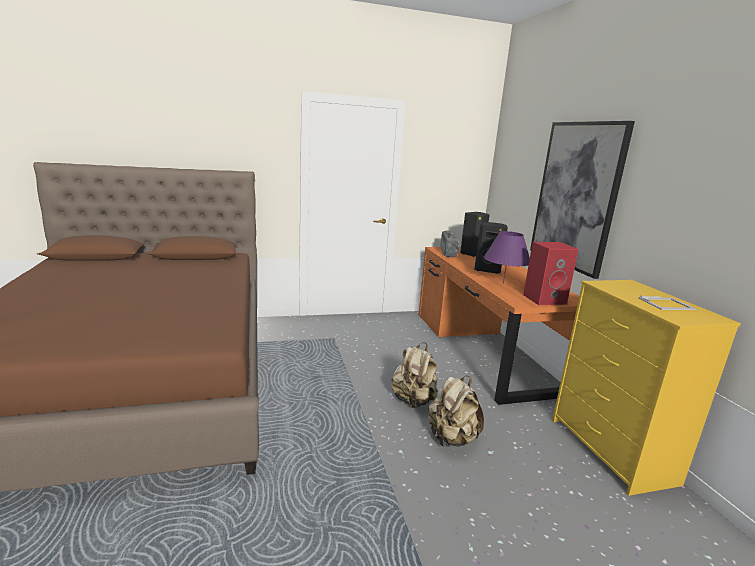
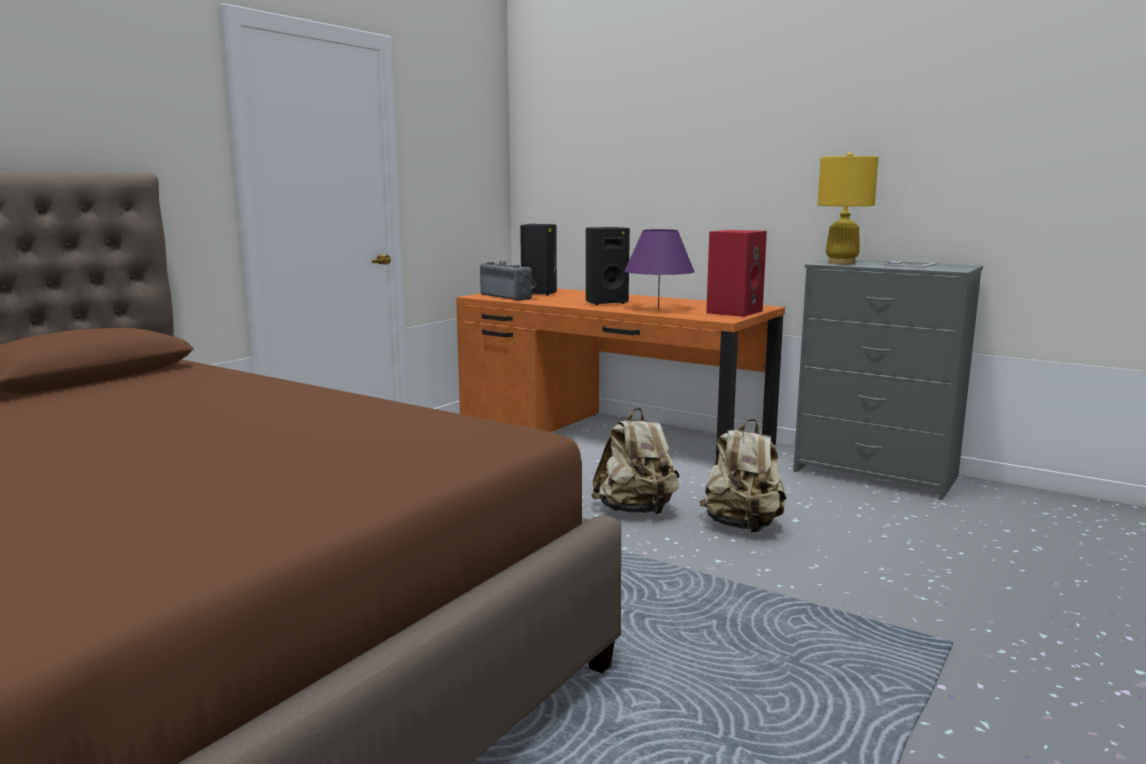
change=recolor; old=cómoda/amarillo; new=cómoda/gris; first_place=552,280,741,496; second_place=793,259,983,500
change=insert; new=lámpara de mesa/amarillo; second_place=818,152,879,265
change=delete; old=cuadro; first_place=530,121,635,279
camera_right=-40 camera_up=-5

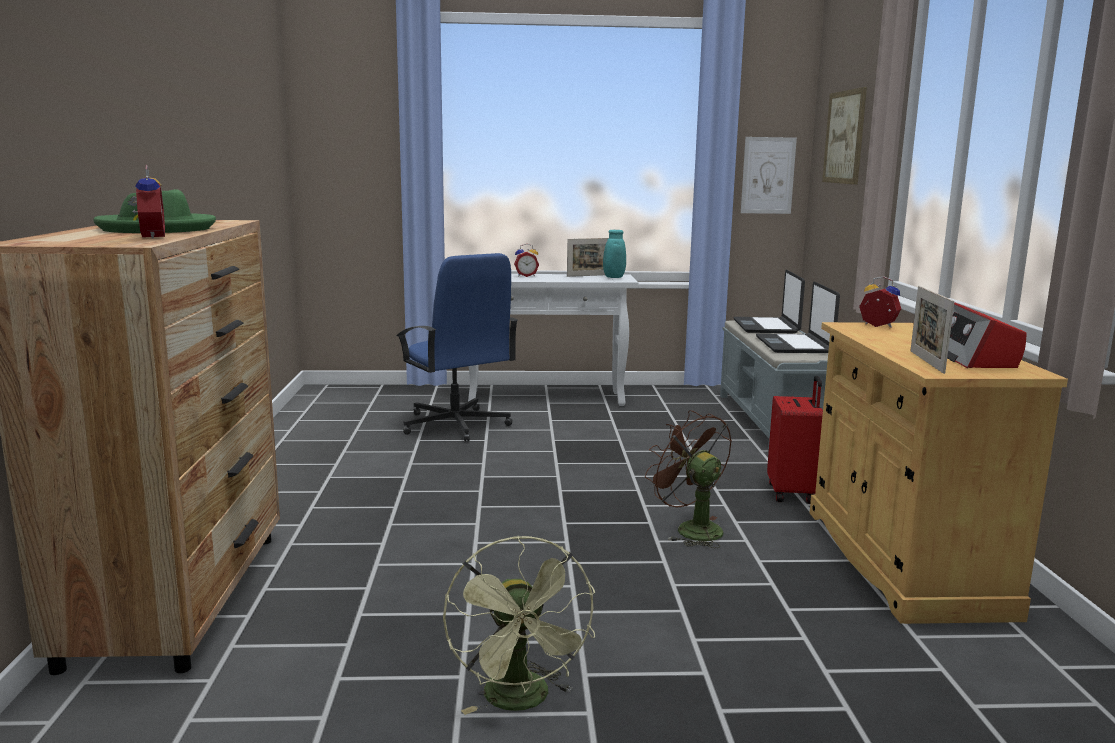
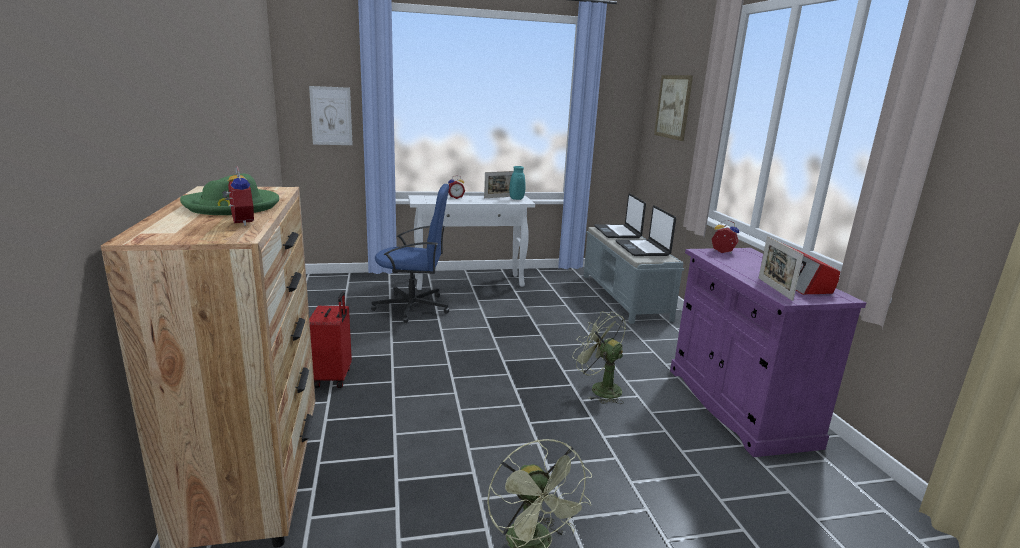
change=move; old=cuadro; first_place=741,137,797,214; second_place=309,86,353,145
change=move; old=maleta/rojo; first_place=767,376,823,504; second_place=309,292,352,388
change=rotate; old=silla de oficina/azul; first_place=396,253,518,442; second_place=371,184,449,323; degrees=-45
change=recolor; old=ventilador/marrón; new=ventilador/verde; first_place=645,410,732,548; second_place=572,311,626,404
change=recolor; old=armario/beis; new=armario/morado; first_place=810,322,1068,624; second_place=670,248,866,457
camera_right=-10 camera_up=5

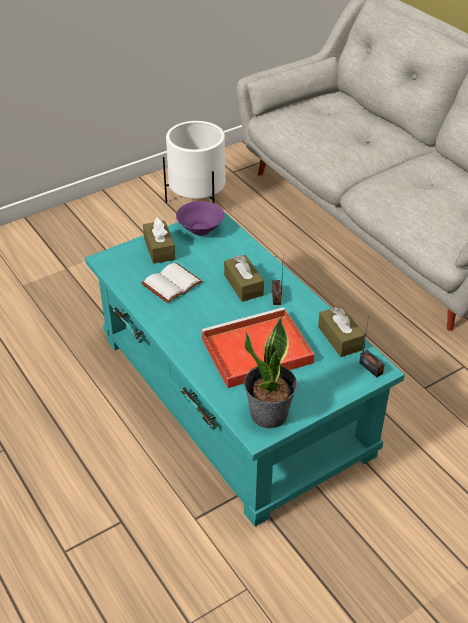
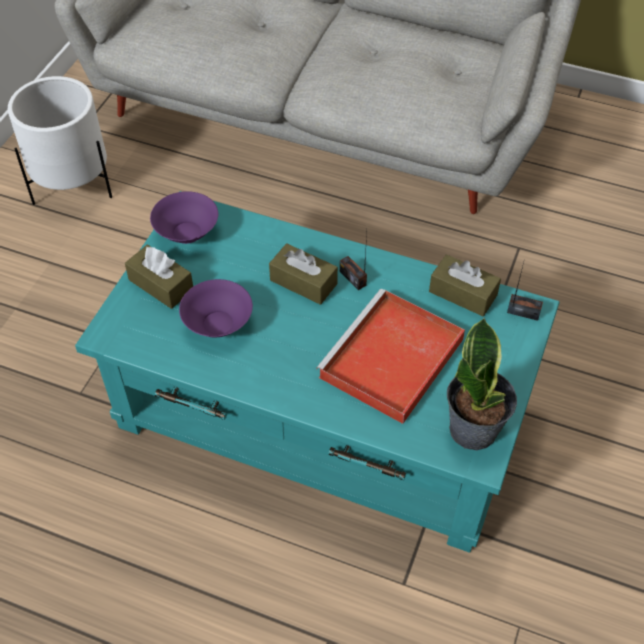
change=replace; old=libro/blanco; new=cuenco/morado; first_place=141,263,203,303; second_place=179,279,253,337
camera_right=-35 camera_up=10

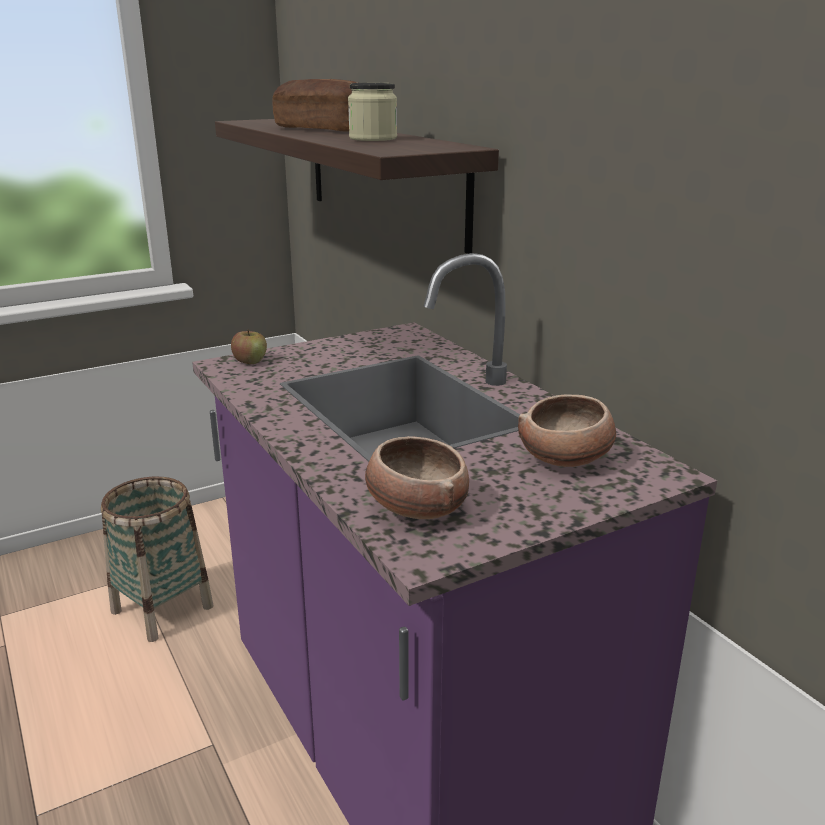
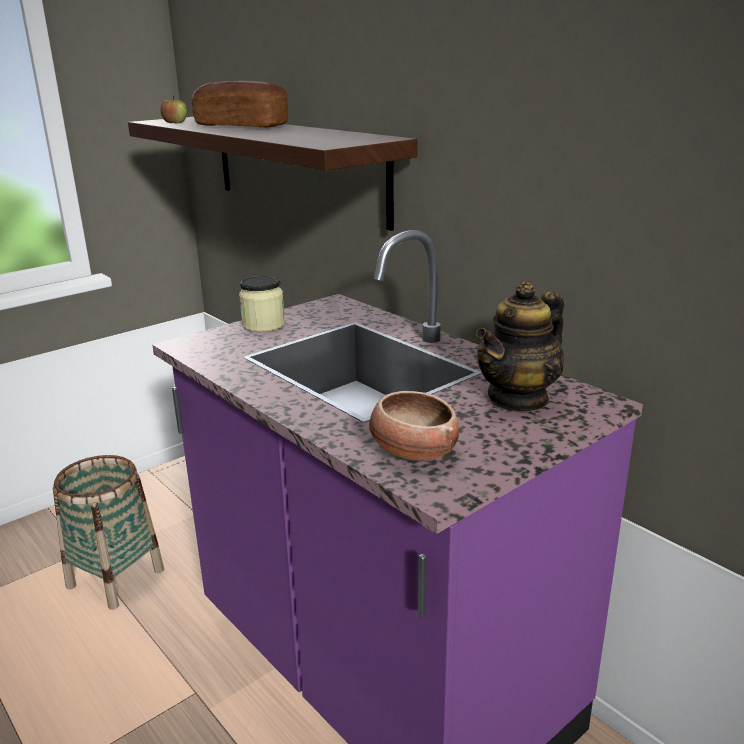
change=move; old=manzana; first_place=231,329,267,364; second_place=160,96,188,123
change=move; old=tarro; first_place=348,83,397,141; second_place=239,276,285,332
change=replace; old=cuenco; new=tetera; first_place=518,394,616,467; second_place=476,281,564,413
camera_right=-10 camera_up=0

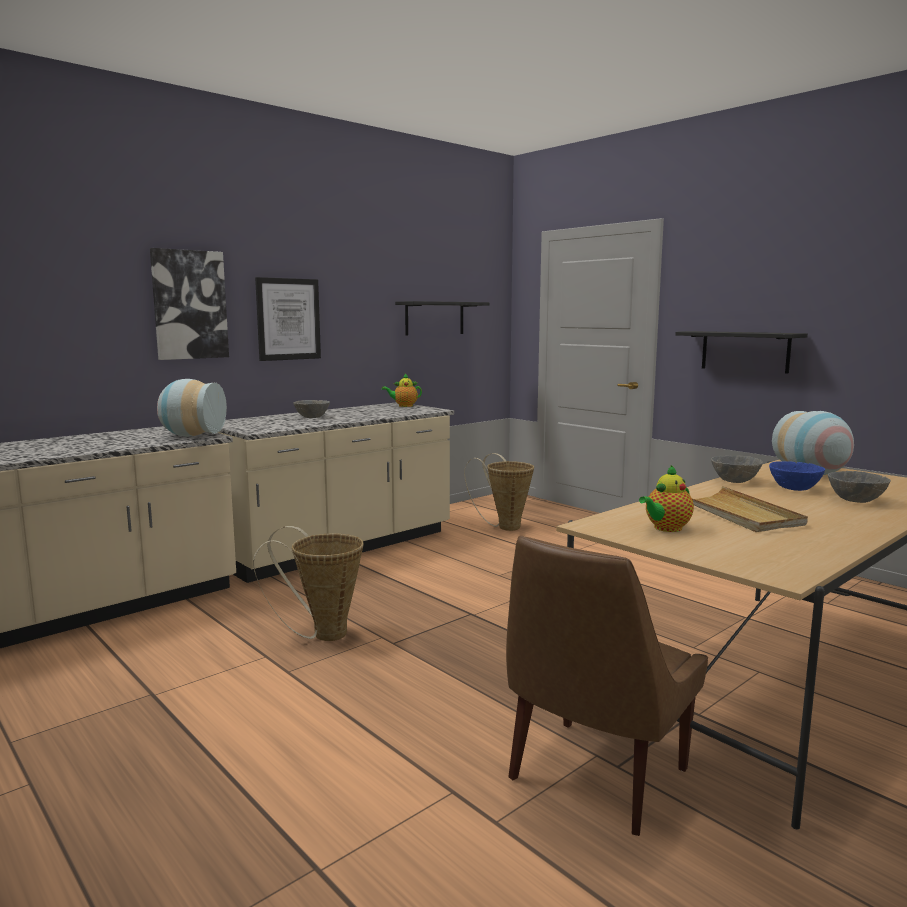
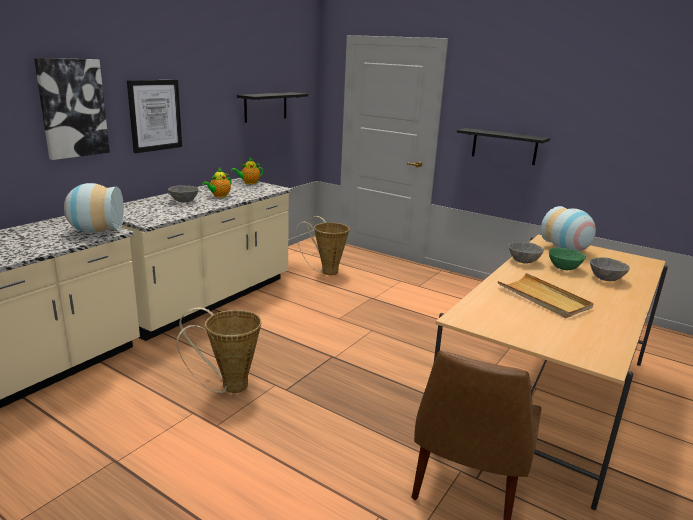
change=move; old=tetera; first_place=639,465,694,532; second_place=202,168,231,198
change=recolor; old=cuenco/azul; new=cuenco/verde; first_place=769,461,825,491; second_place=549,248,586,270
camera_right=-15 camera_up=10

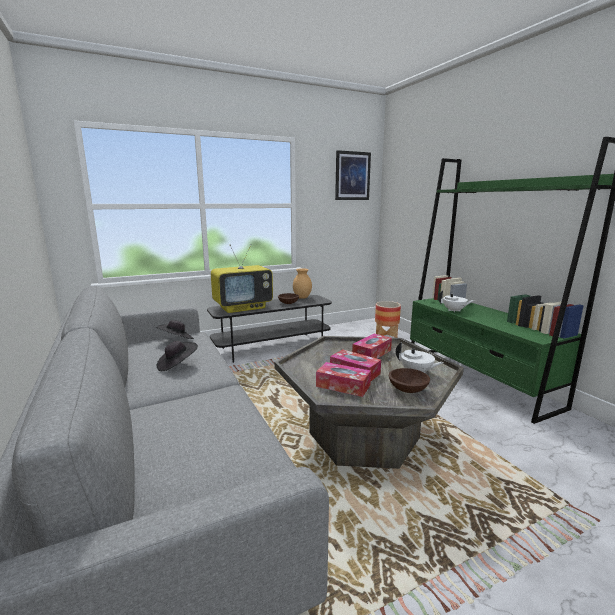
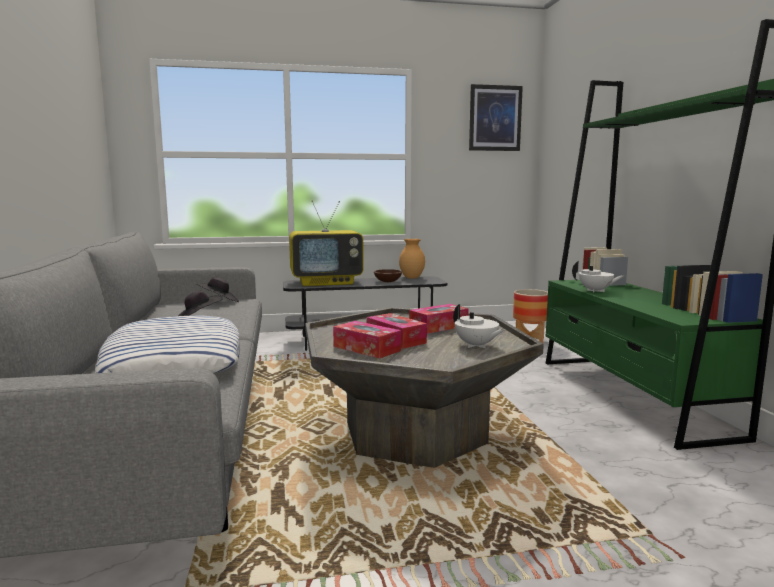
change=insert; new=cojín; second_place=94,316,240,374
change=delete; old=cuenco/marrón; first_place=389,368,430,393
camera_right=15 camera_up=-5

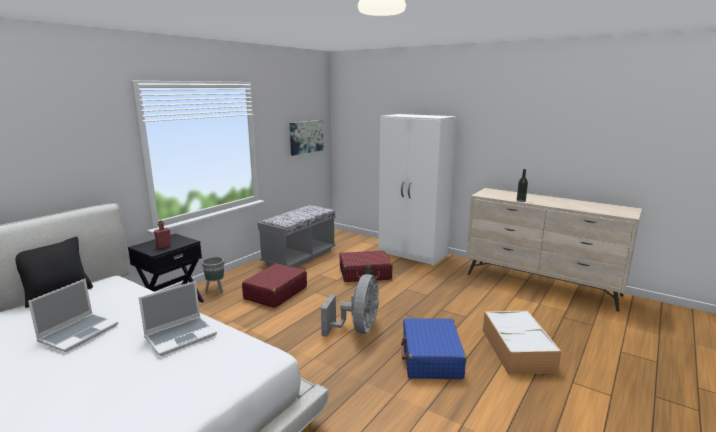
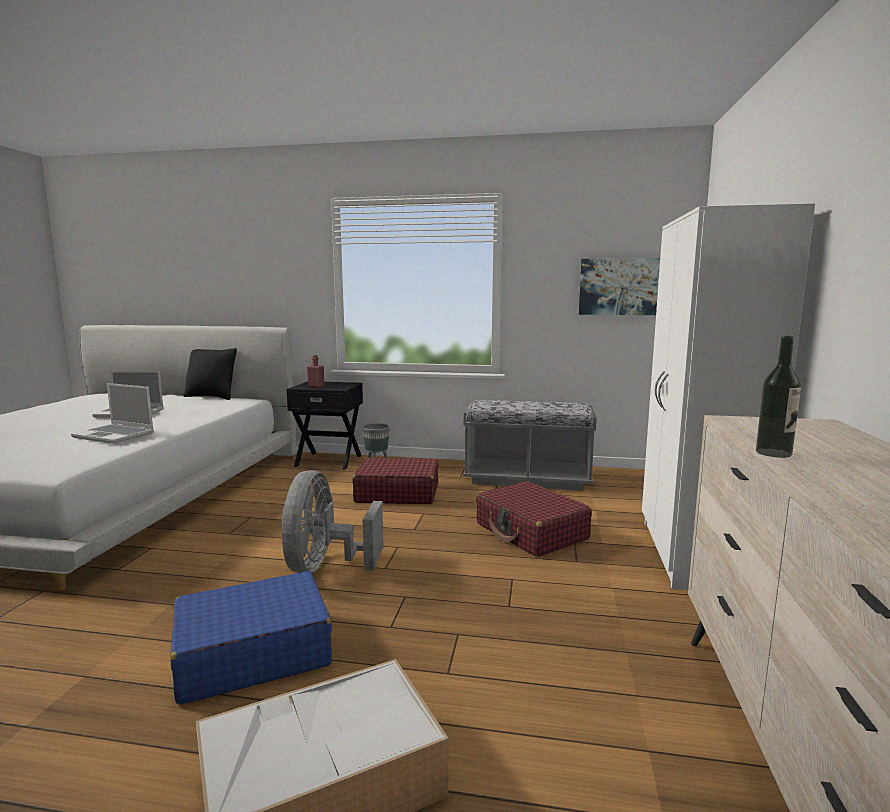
change=rotate; old=ventilador/gris; first_place=321,274,379,337; second_place=282,470,383,573; degrees=105
camera_right=65 camera_up=-5

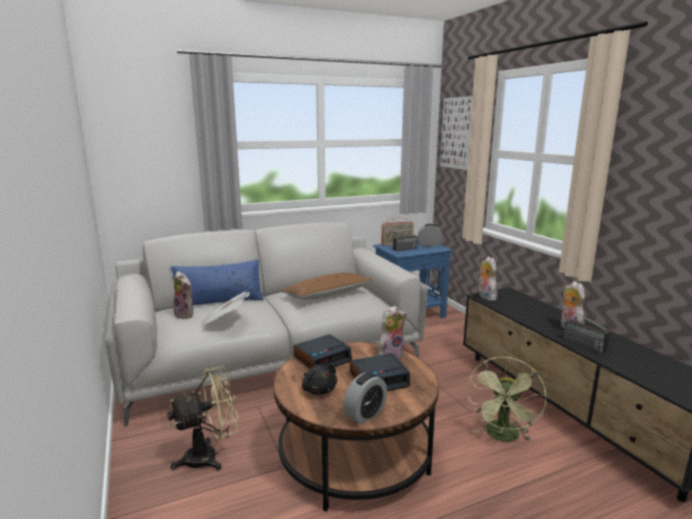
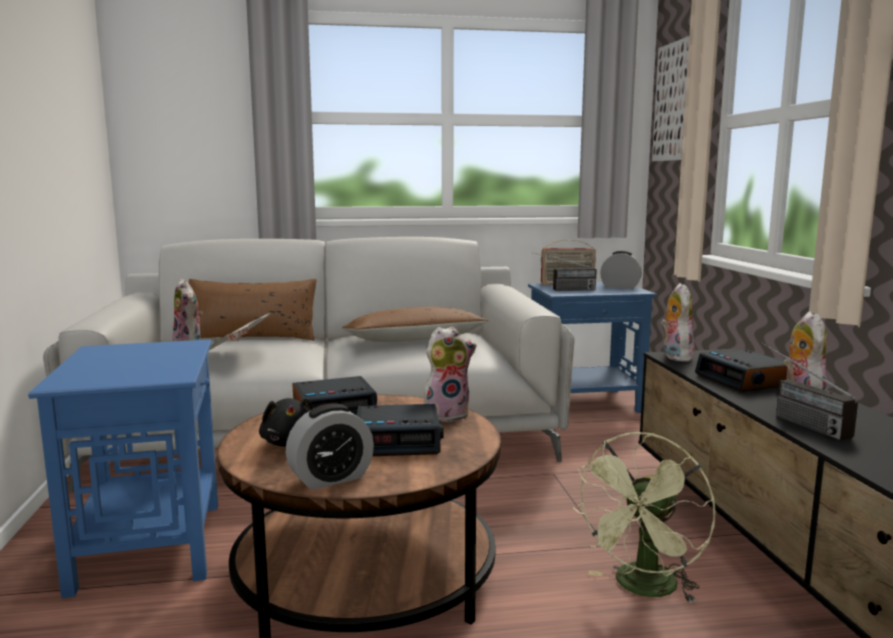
change=replace; old=ventilador/beis; new=mesa auxiliar/azul; first_place=167,366,239,471; second_place=28,340,218,598
change=recolor; old=cojín/azul; new=cojín/marrón; first_place=171,259,263,305; second_place=189,279,317,341
change=insert; new=despertador; second_place=695,349,787,392
camera_right=15 camera_up=-5

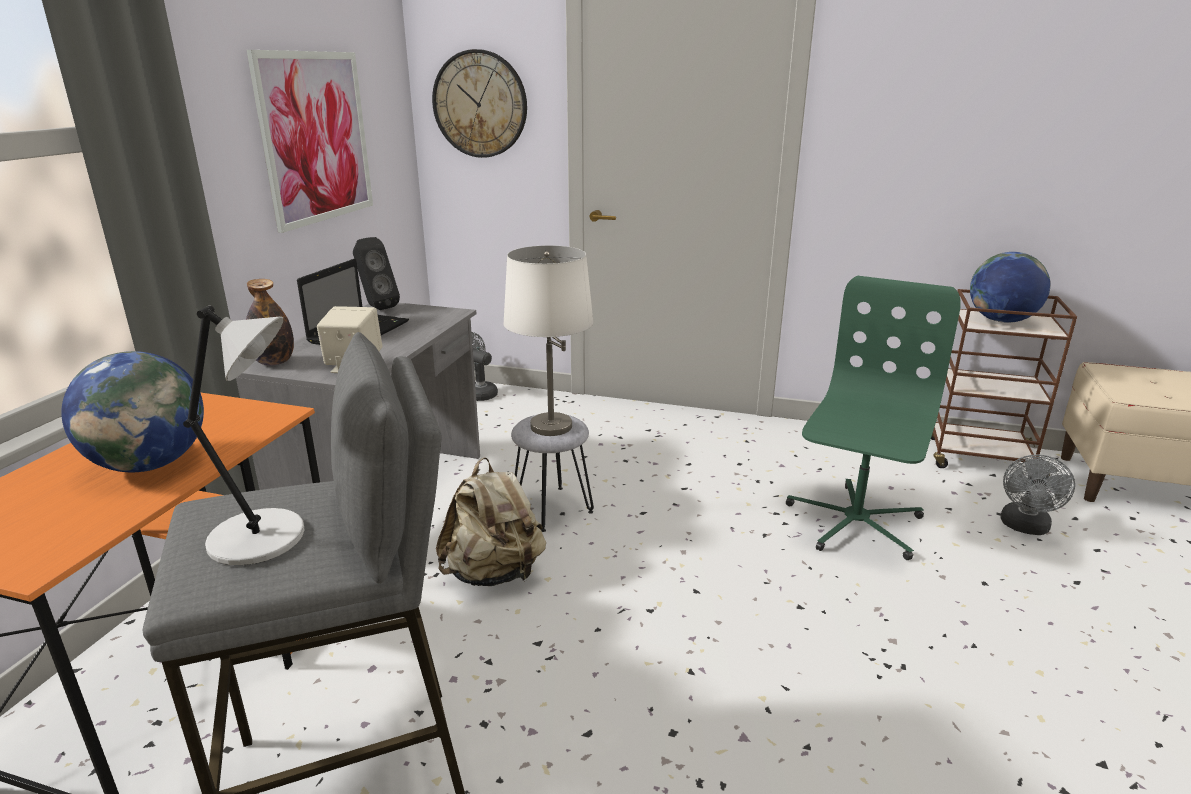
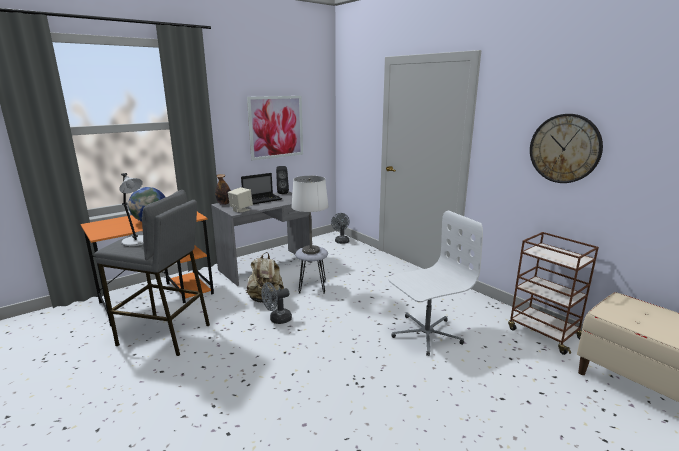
change=move; old=ventilador/gris; first_place=1000,455,1075,535; second_place=261,282,292,324
change=recolor; old=silla de oficina/verde; new=silla de oficina/blanco; first_place=786,276,961,560; second_place=388,210,483,356
change=move; old=reloj de pared; first_place=432,49,527,158; second_place=530,114,603,183
change=delete; old=globo terráqueo; first_place=970,252,1050,323
camera_right=35 camera_up=-5

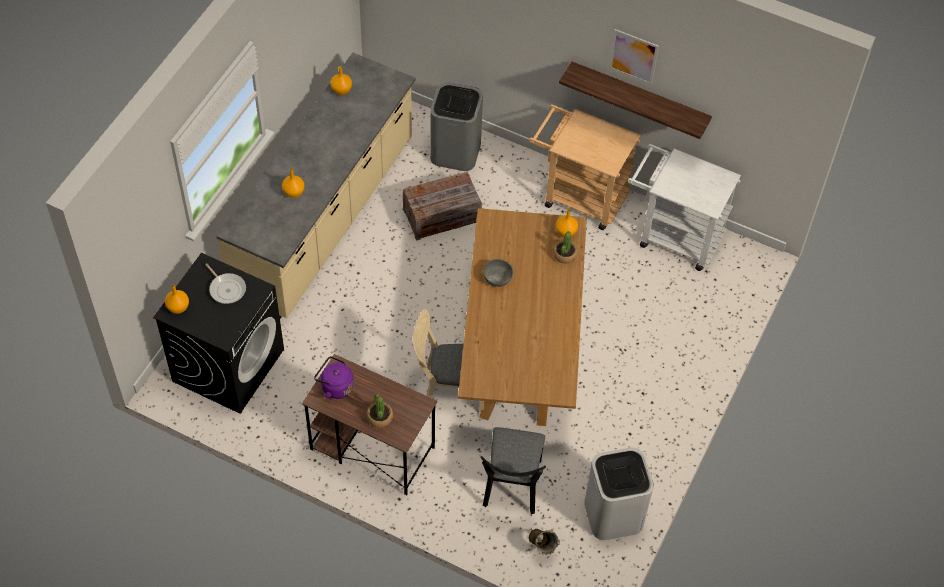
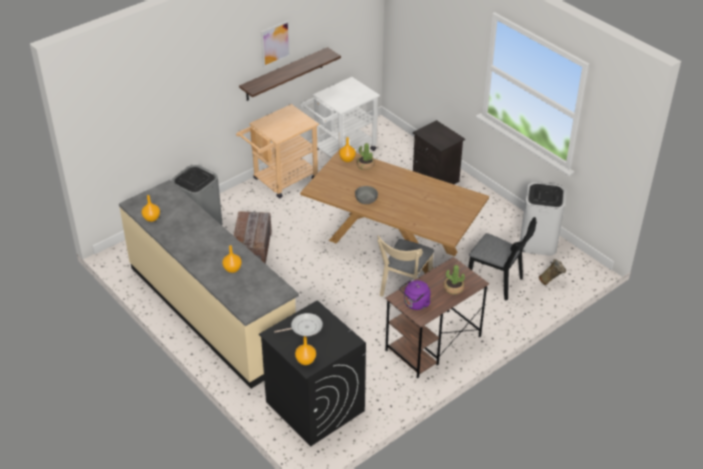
change=insert; new=mesita de noche/negro; second_place=413,120,465,184
camera_right=-65 camera_up=-15

